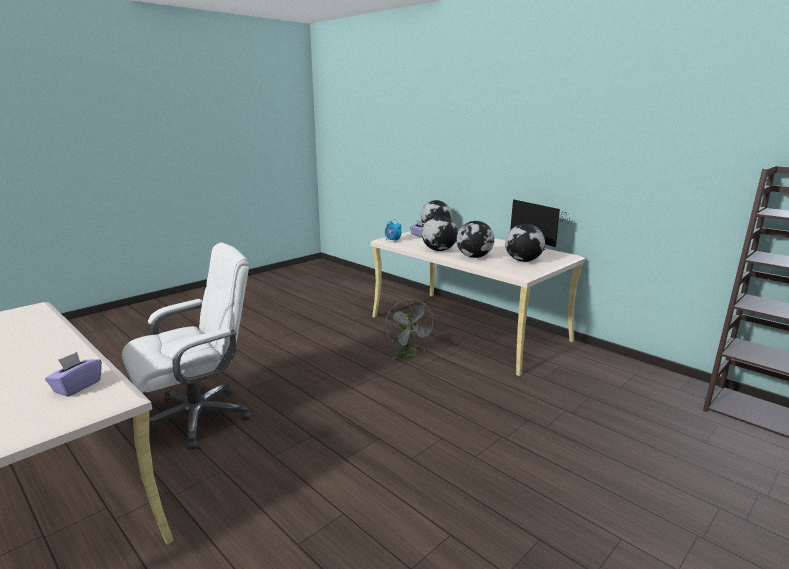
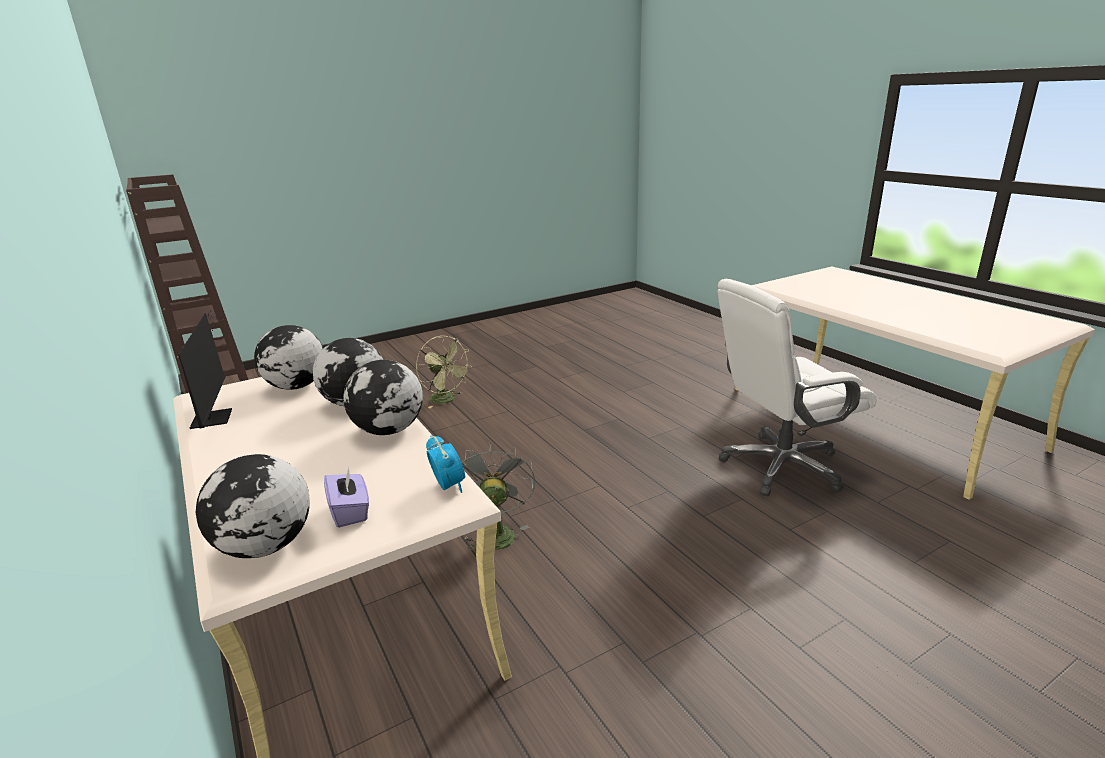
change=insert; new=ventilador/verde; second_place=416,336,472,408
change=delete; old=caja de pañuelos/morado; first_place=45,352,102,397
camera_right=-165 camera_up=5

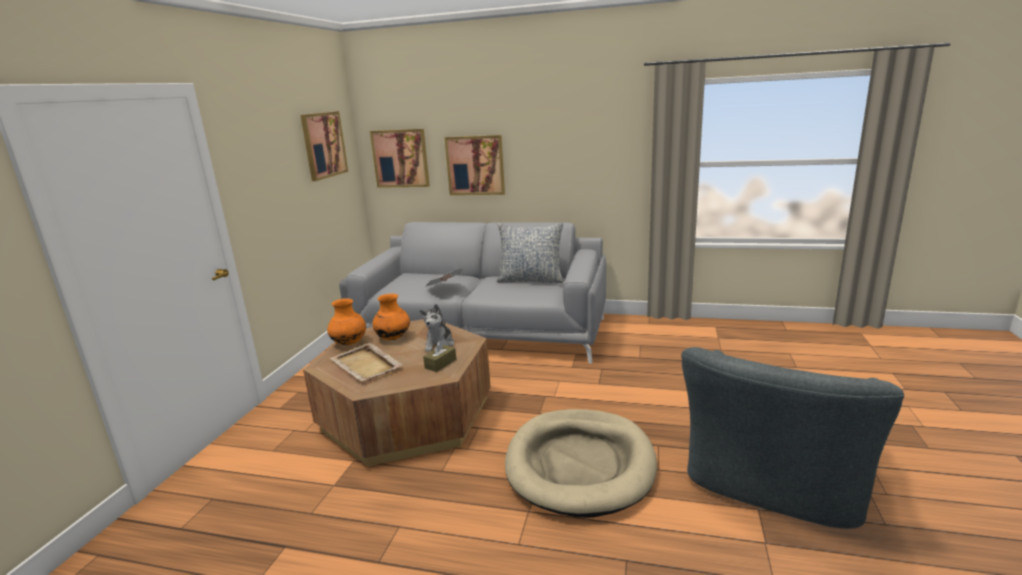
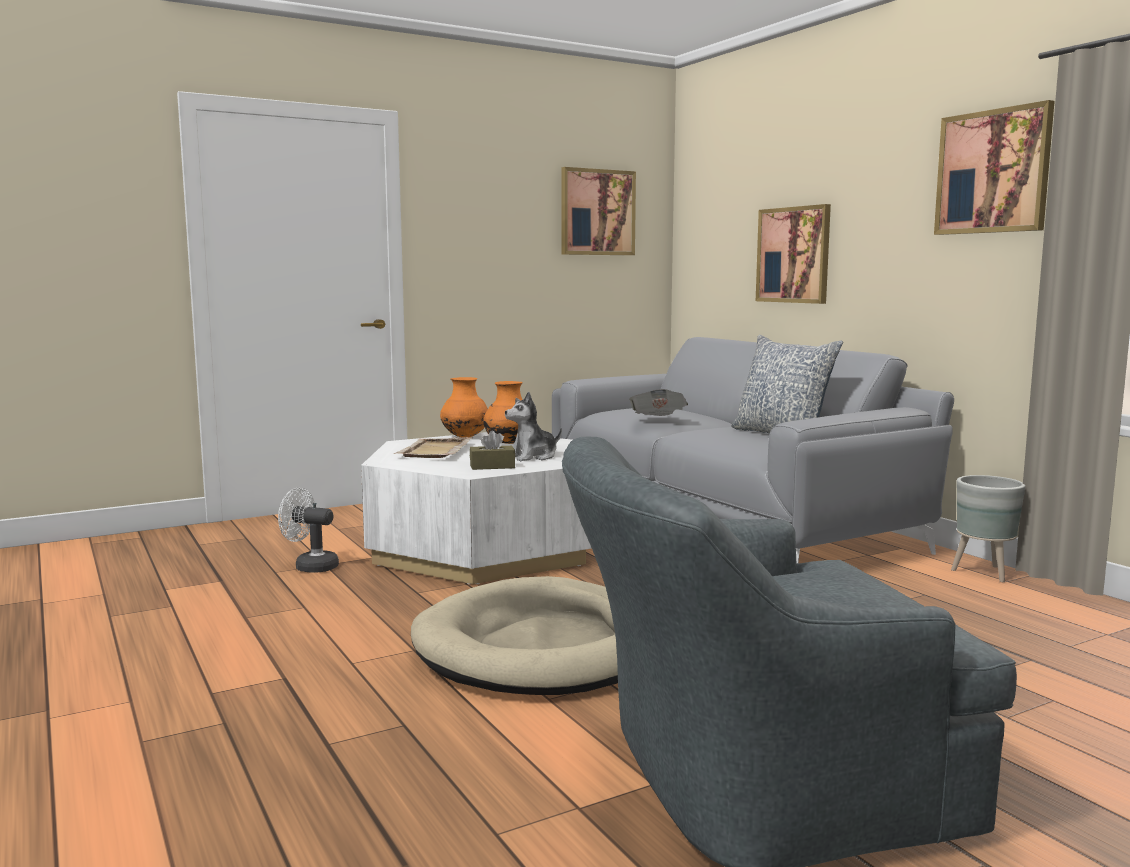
change=insert; new=ventilador/blanco; second_place=278,488,339,573
change=recolor; old=mesa de centro/marrón; new=mesa de centro/blanco; first_place=303,319,491,466; second_place=361,432,591,584
change=move; old=cuadro; first_place=370,129,430,188; second_place=934,100,1055,235
change=insert; new=maceta/gris; second_place=951,475,1026,582
camera_right=45 camera_up=-10

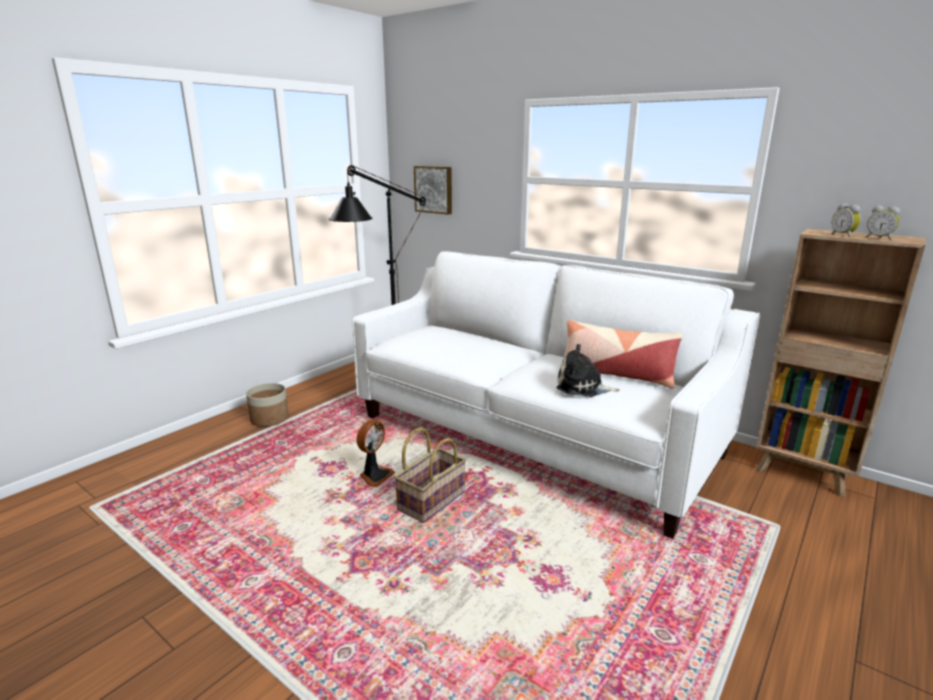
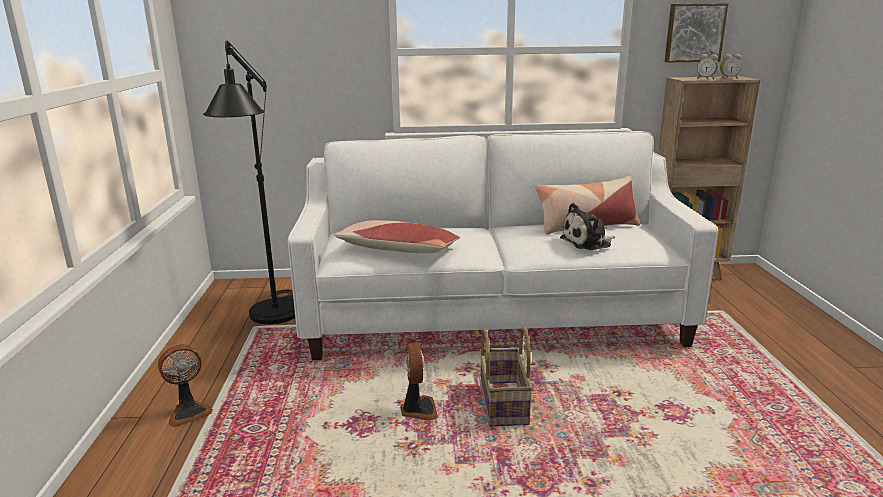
change=replace; old=maceta; new=ventilador; first_place=246,383,289,427; second_place=158,344,213,427
change=insert; new=cojín; second_place=334,220,461,253
change=move; old=cuadro; first_place=414,166,452,215; second_place=665,3,728,62
camera_right=-40 camera_up=0

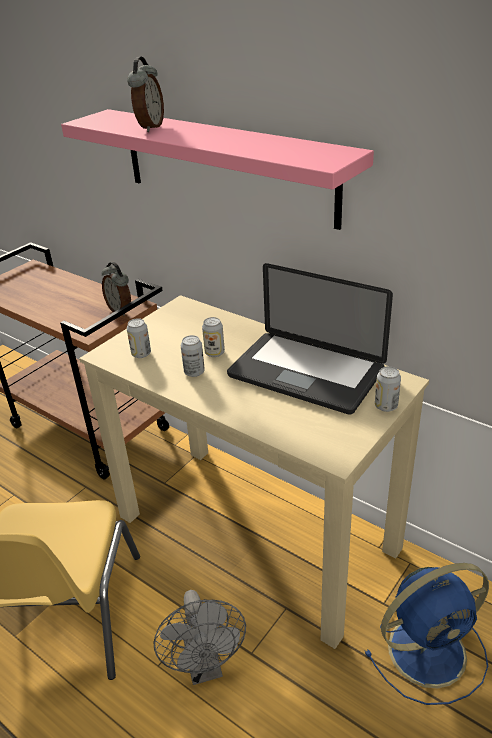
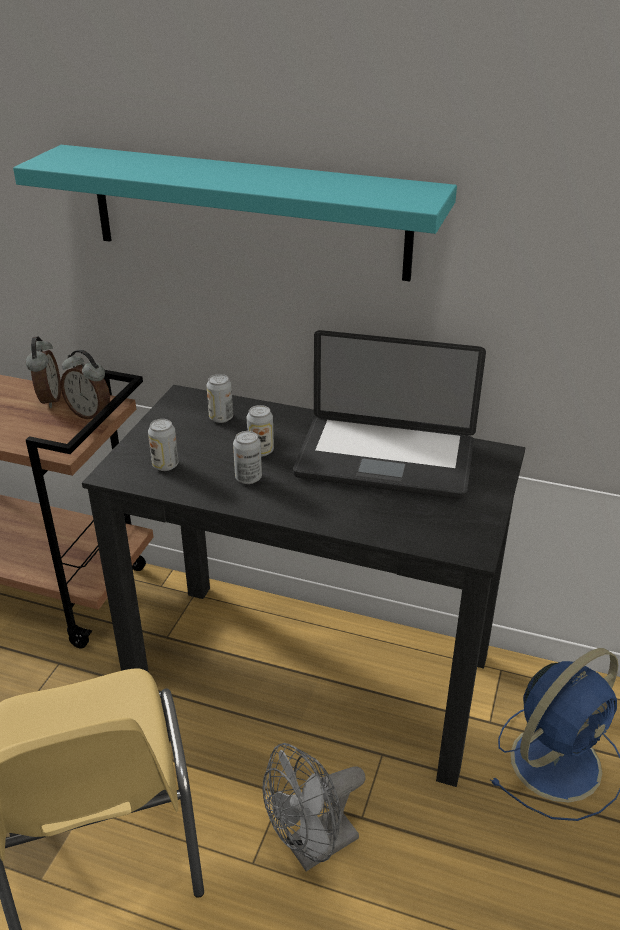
change=recolor; old=estante/rosa; new=estante/turquesa; first_place=61,109,374,230; second_place=13,145,457,282
change=move; old=despertador; first_place=127,57,164,132; second_place=26,336,61,408
change=recolor; old=escritorio/beis; new=escritorio/negro; first_place=79,295,429,649; second_place=82,385,526,787
change=move; old=lata; first_place=375,366,401,412; second_place=207,374,233,423
change=rotate; old=ventilador/gris; first_place=153,590,246,685; second_place=262,743,365,871; degrees=90
camera_right=-20 camera_up=0

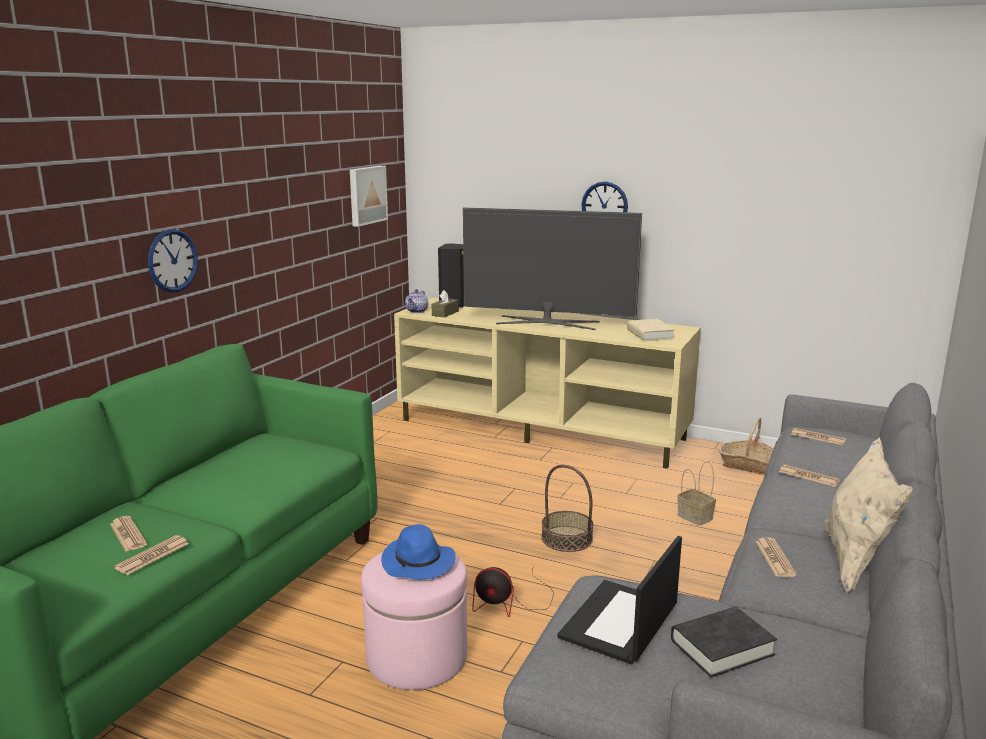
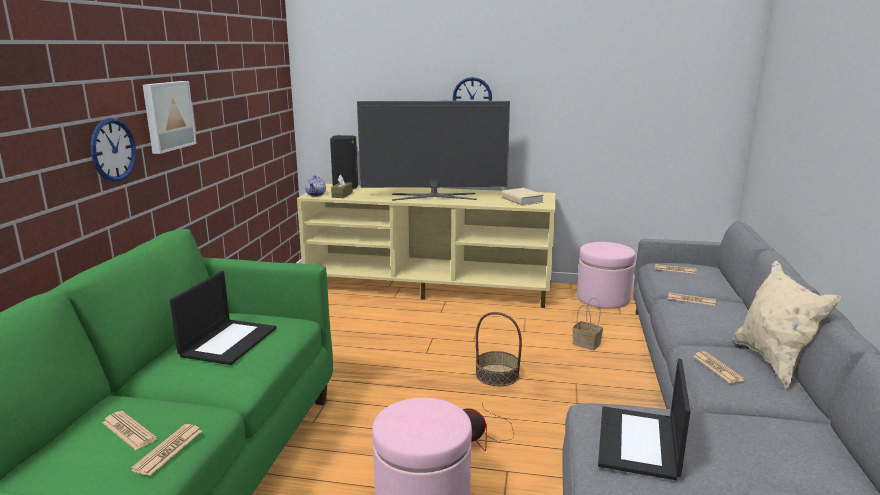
change=move; old=cuadro; first_place=350,166,388,227; second_place=143,81,197,154
change=insert; new=portátil; second_place=170,271,276,365
change=replace; old=cesta; new=puf/rosa; first_place=719,417,774,475; second_place=577,242,636,309
change=delete; old=sombrero/azul; first_place=381,524,456,580
change=delete; old=libro/negro; first_place=671,607,777,677
camera_right=-15 camera_up=0

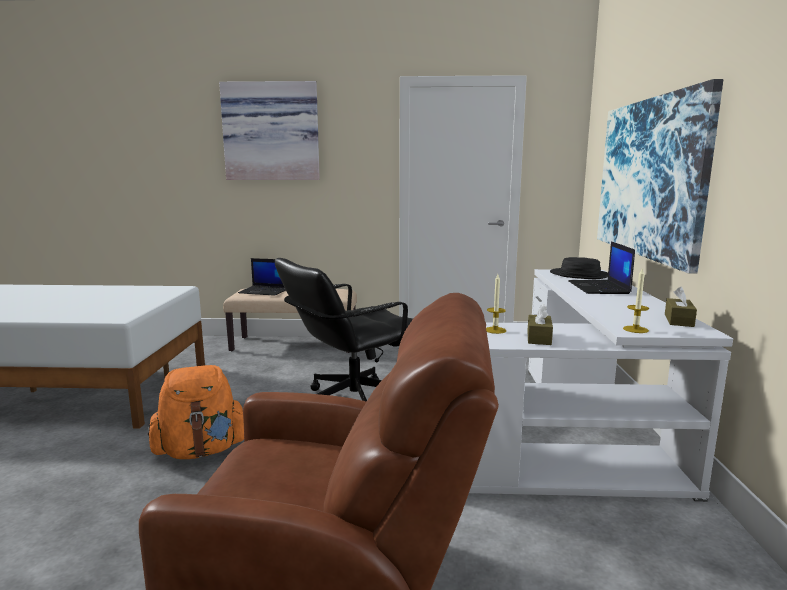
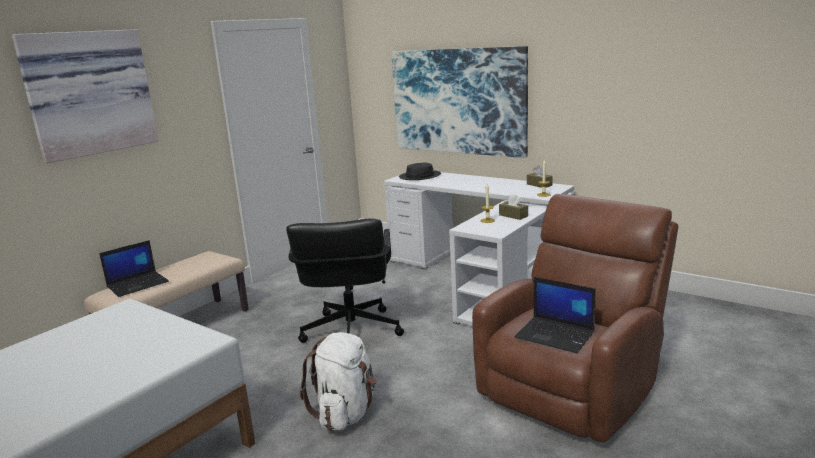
change=recolor; old=mochila/naranja; new=mochila/blanco; first_place=148,365,244,459; second_place=299,332,377,431
change=move; old=portátil; first_place=569,241,635,294; second_place=514,277,596,353
camera_right=-55 camera_up=5

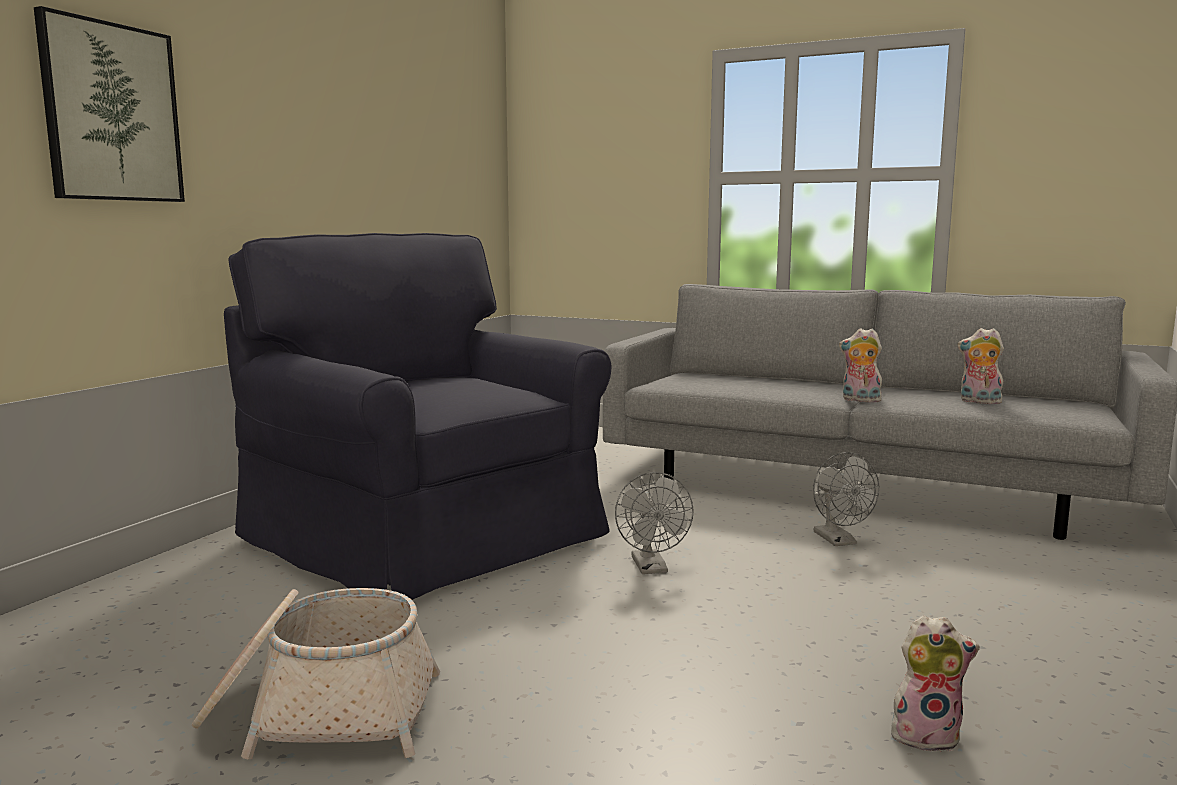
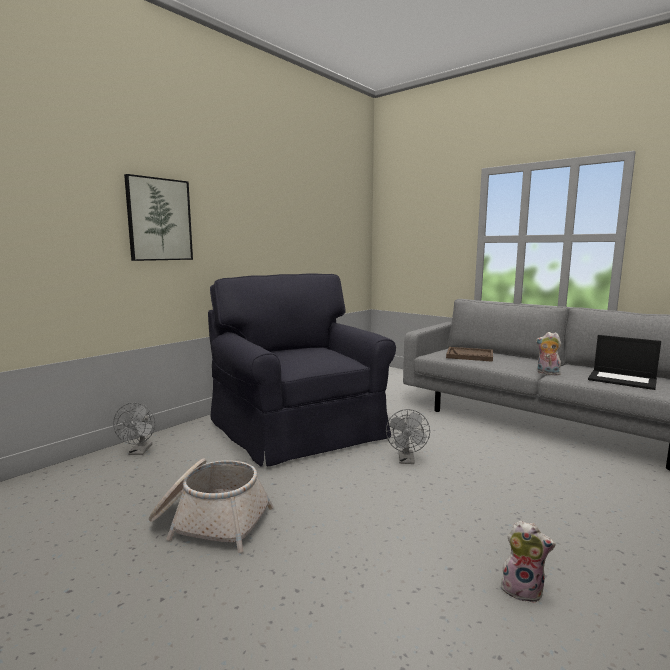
change=move; old=ventilador/gris; first_place=813,452,879,546; second_place=113,402,155,455
change=insert; new=bandeja/marrón; second_place=446,347,493,362
change=replace; old=peluche; new=portátil; first_place=958,328,1004,404; second_place=588,335,661,390
camera_right=15 camera_up=0

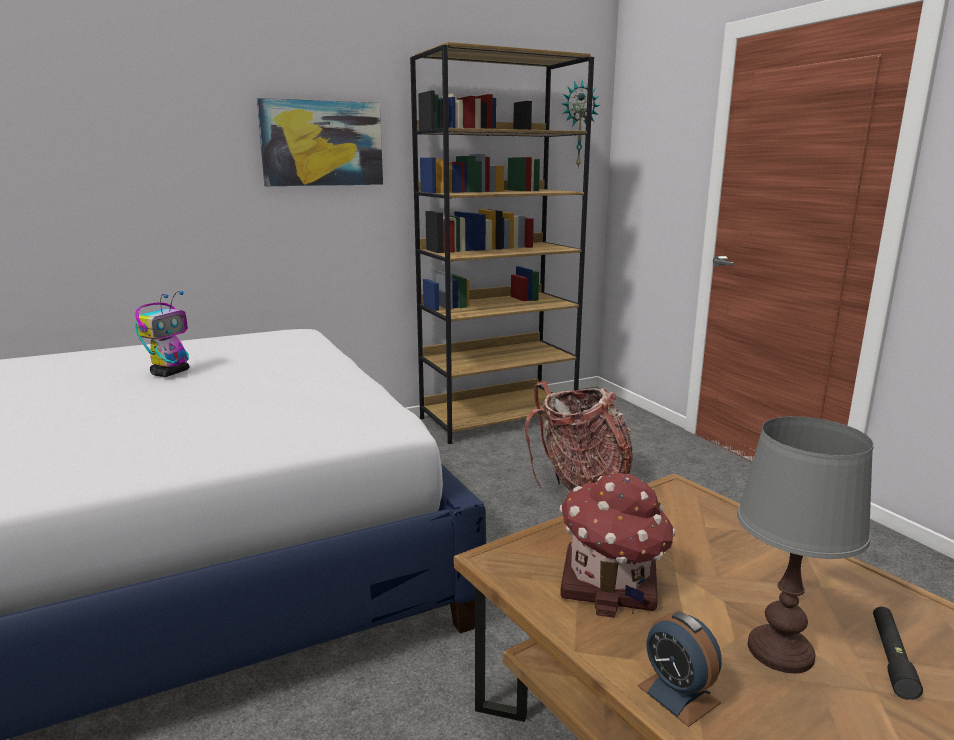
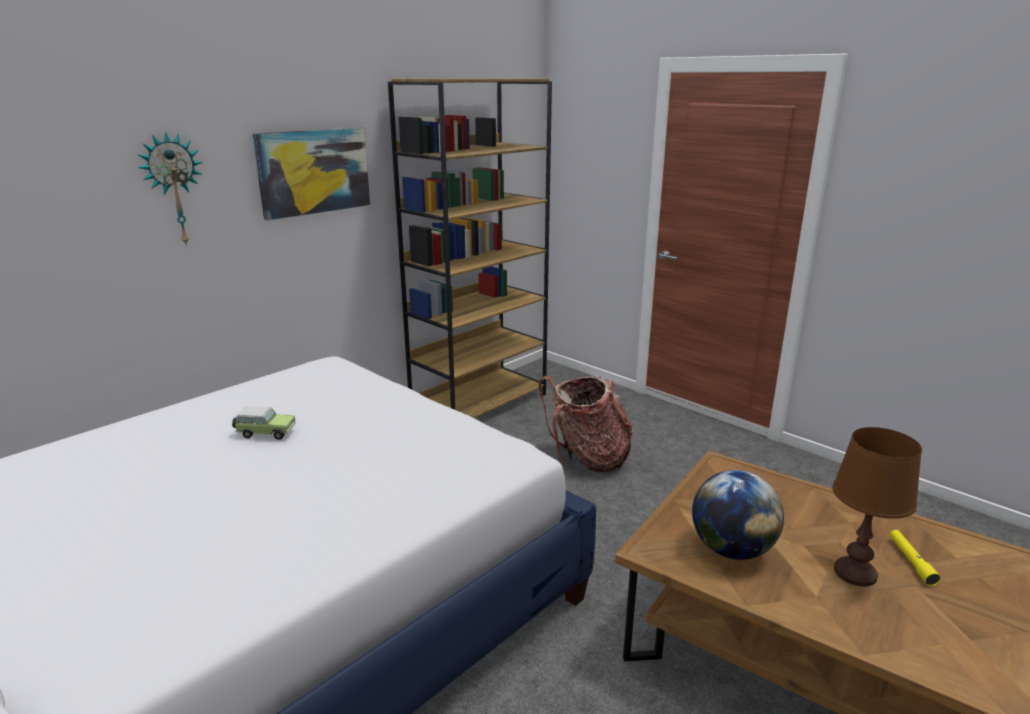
change=move; old=reloj de pared; first_place=562,79,600,168; second_place=137,131,203,246
change=replace; old=robot de juguete; new=coche de juguete; first_place=135,291,189,377; second_place=232,406,296,440
change=replace; old=casita; new=globo terráqueo; first_place=560,473,676,618; second_place=692,470,784,560
change=recolor; old=lámpara de mesa/gris; new=lámpara de mesa/marrón; first_place=737,416,874,673; second_place=832,427,922,587
change=recolor; old=linterna/negro; new=linterna/amarillo; first_place=873,607,923,700; second_place=890,530,941,586
change=delete; old=despertador; first_place=638,611,722,727
camera_right=-20 camera_up=5

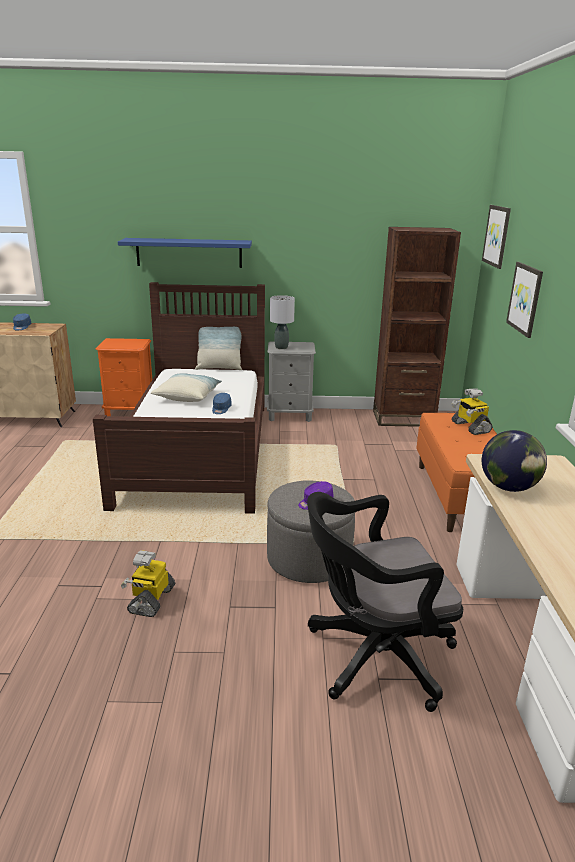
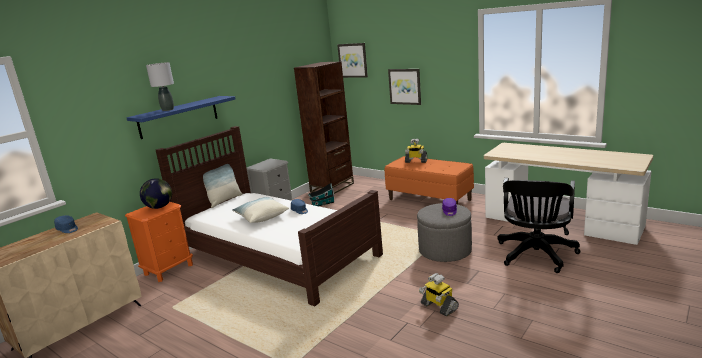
change=move; old=globo terráqueo; first_place=482,430,547,492; second_place=140,178,172,209
change=move; old=lámpara de mesa/gris; first_place=270,295,295,349; second_place=146,62,174,111
change=insert; new=casita; second_place=308,183,335,206
camera_right=-50 camera_up=-5

